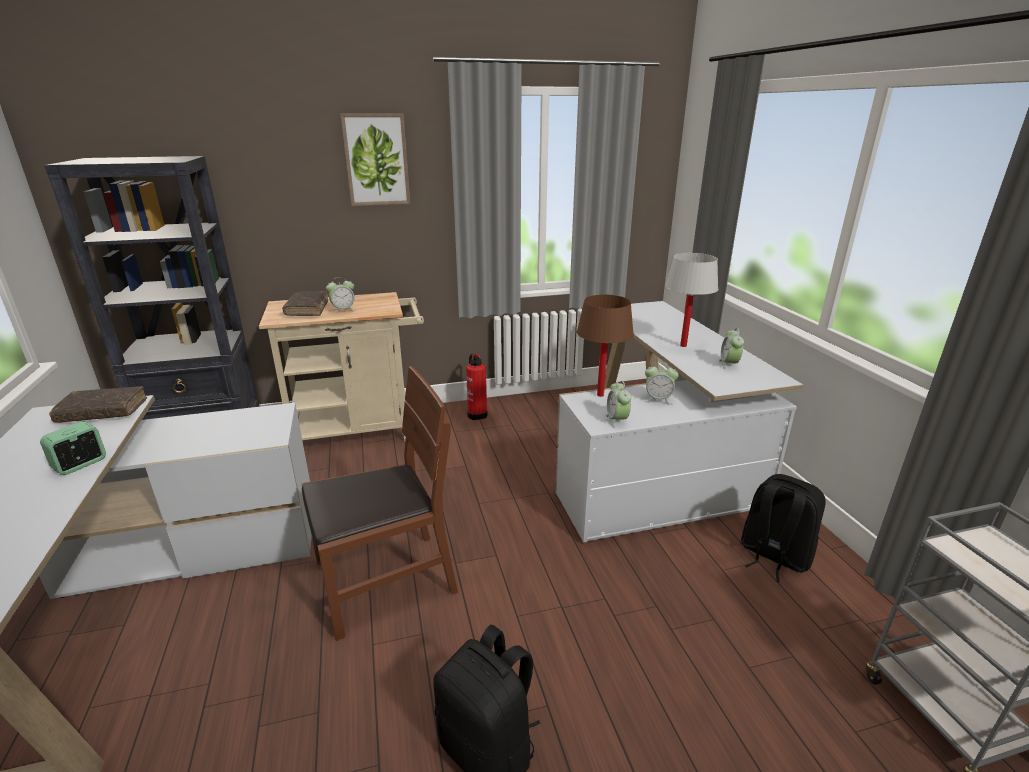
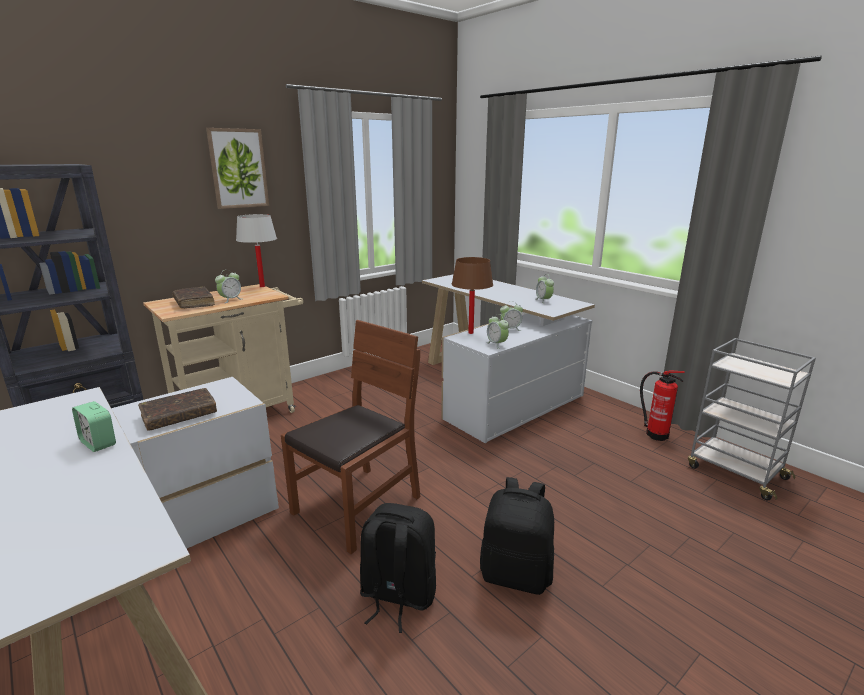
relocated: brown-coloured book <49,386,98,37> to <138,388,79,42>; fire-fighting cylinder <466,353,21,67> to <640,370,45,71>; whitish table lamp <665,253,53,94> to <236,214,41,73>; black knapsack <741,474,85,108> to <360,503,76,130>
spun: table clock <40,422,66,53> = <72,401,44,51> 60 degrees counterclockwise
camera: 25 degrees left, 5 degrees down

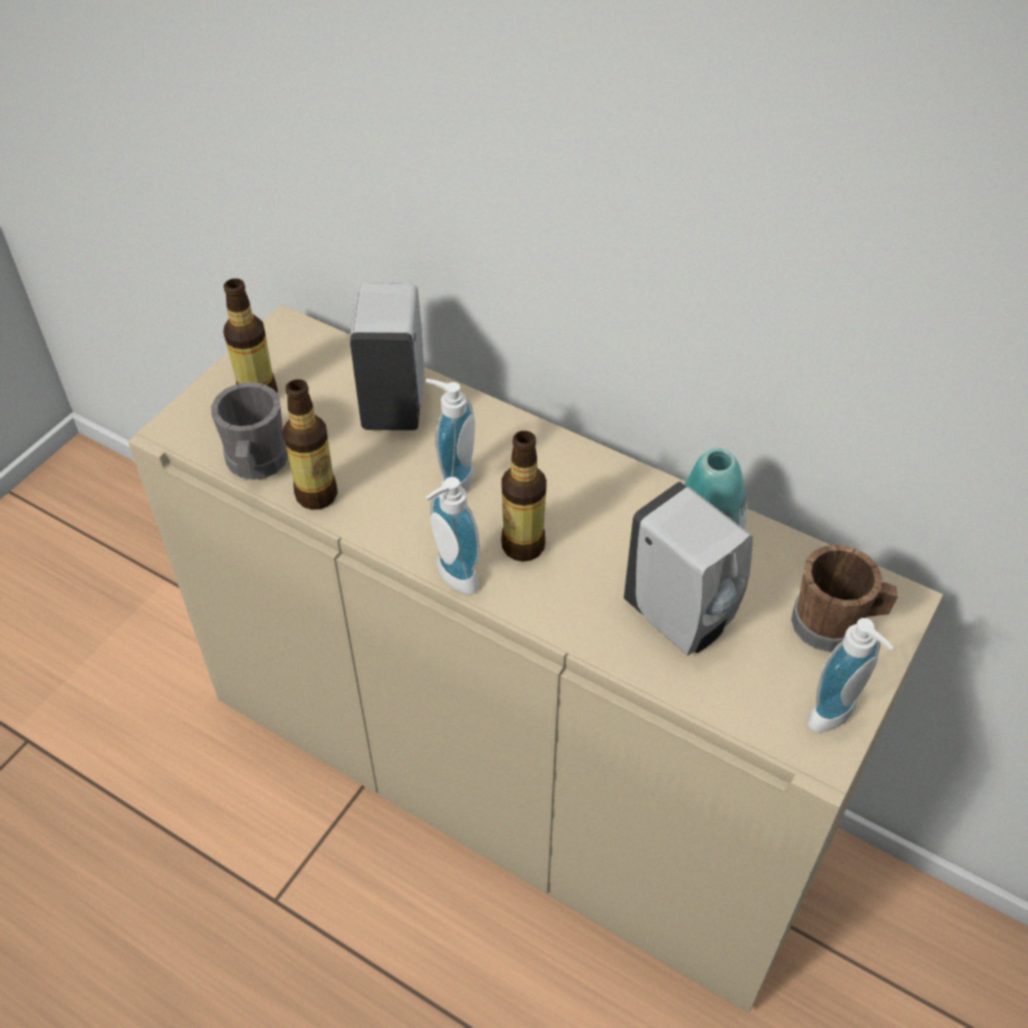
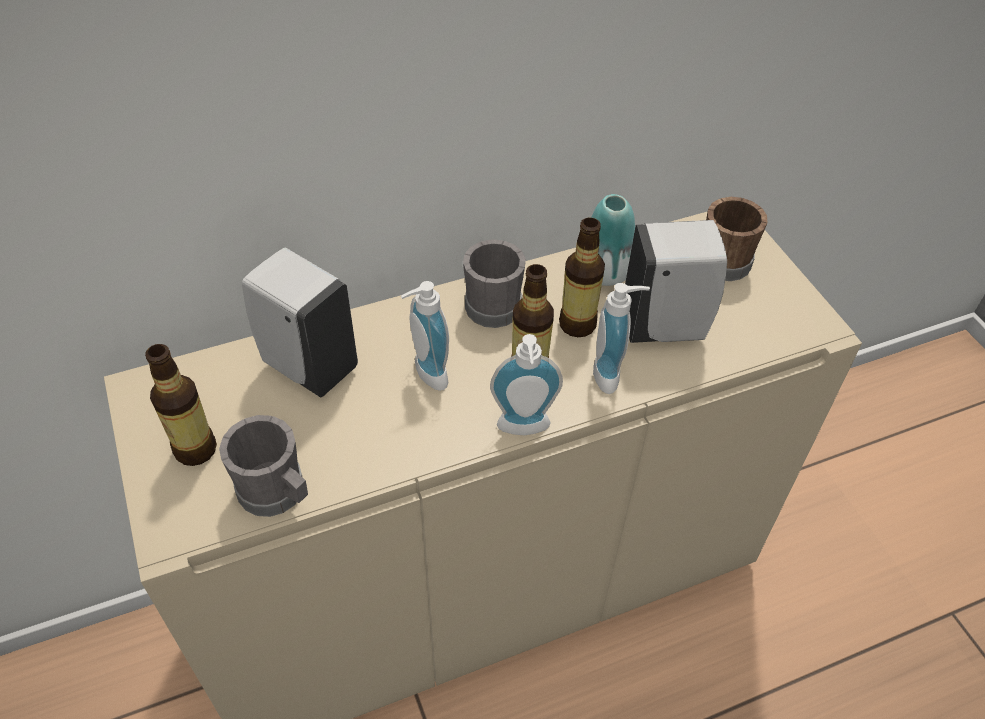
appeared: grey tea mug <463,239,63,89>
relocated: bottle <283,379,54,131> to <559,218,46,119>; soap dispenser <808,618,86,114> to <593,283,57,111>
camera: 55 degrees left, 0 degrees up

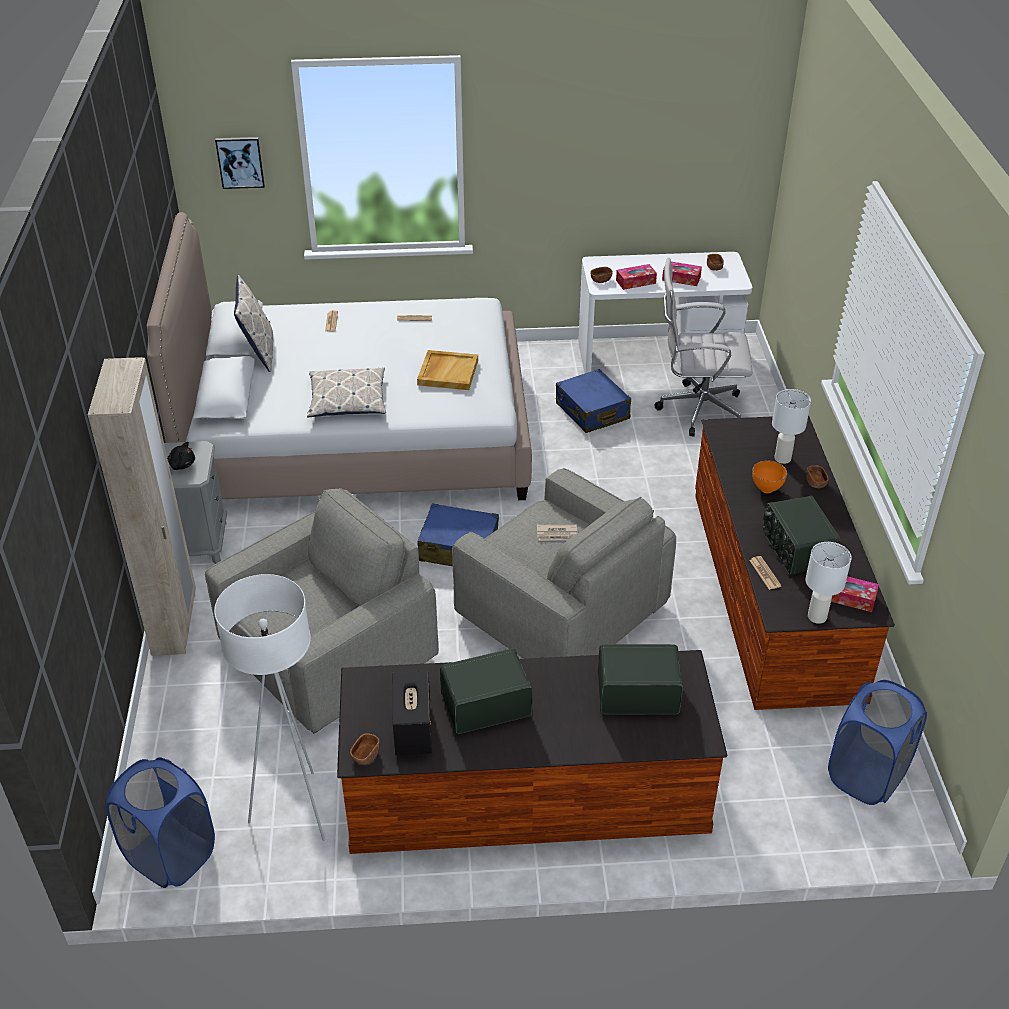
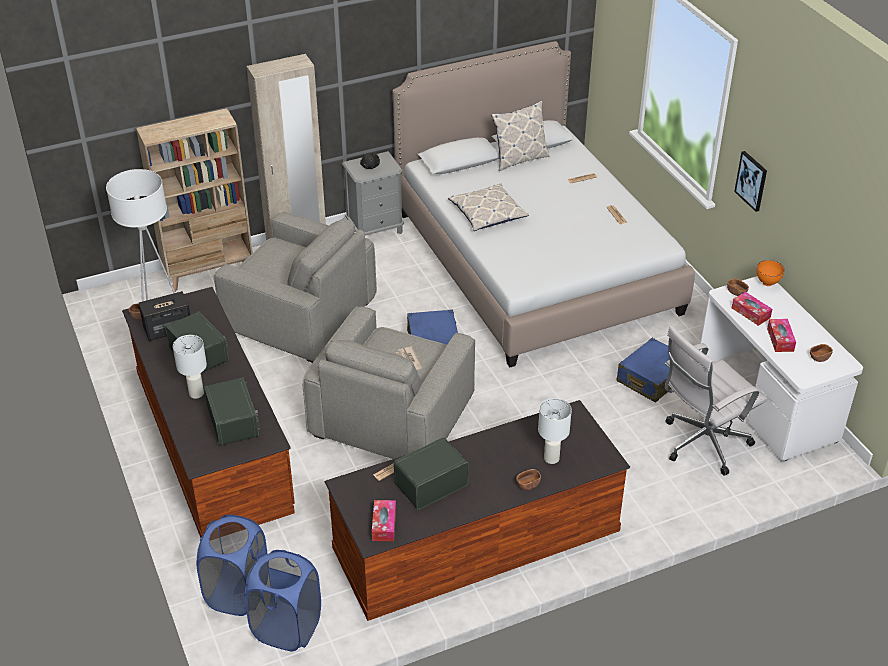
missing: sand-coloured serving tray <417,350,61,40>
appeared: sand-coloured shelving unit <136,108,117,184>
relocated: blue-coloured laundry basket <106,757,109,131> to <197,515,71,101>; wall art <215,137,50,52> to <734,151,33,61>; orange deep dish <752,460,35,33> to <757,260,28,26>; whitish table lamp <806,542,46,82> to <173,335,34,64>
spun: whitish office chair <654,258,99,178> = <665,325,103,150> 105 degrees counterclockwise
camera: 70 degrees right, 0 degrees up

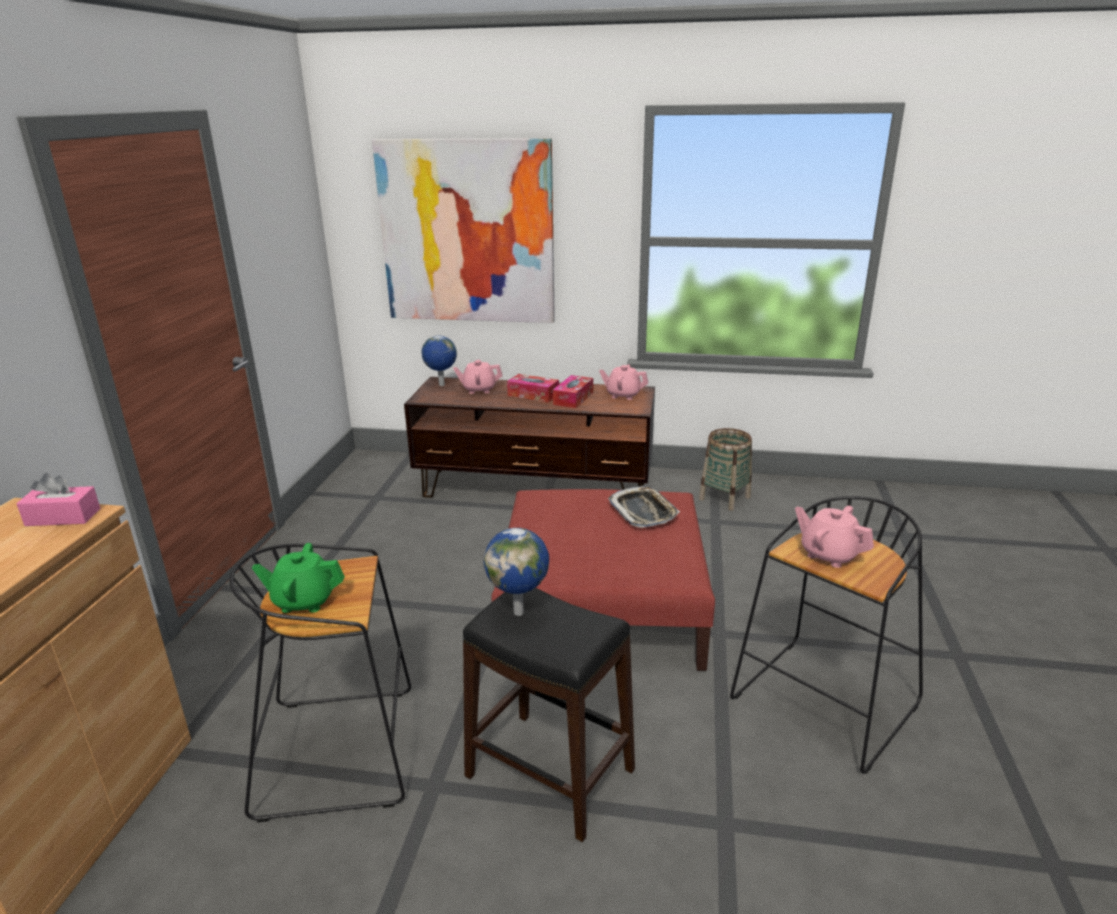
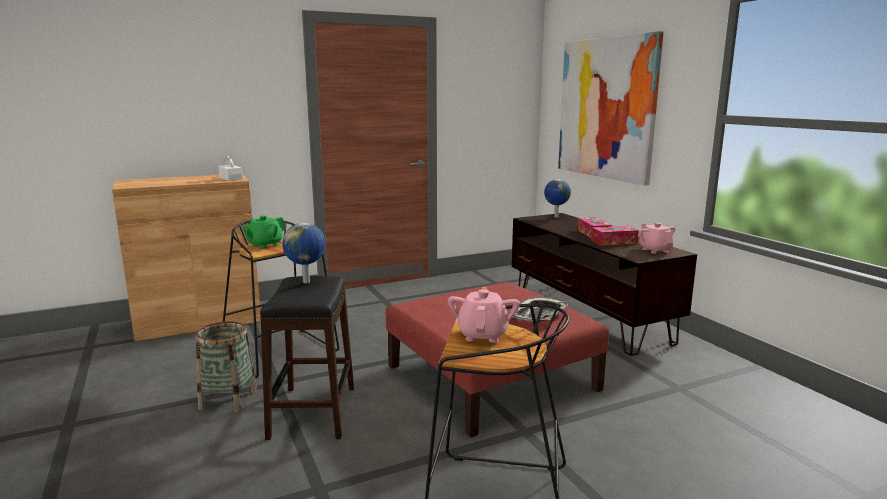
missing: pink teapot <453,360,49,34>
relocated: basket <699,428,53,83> to <196,321,61,91>
colour: pink tissue box <17,473,83,53> to whitish tissue box <218,155,25,26>
spun: green-coloured teapot <252,543,93,70> = <242,215,44,34> 105 degrees counterclockwise
camera: 55 degrees right, 10 degrees down

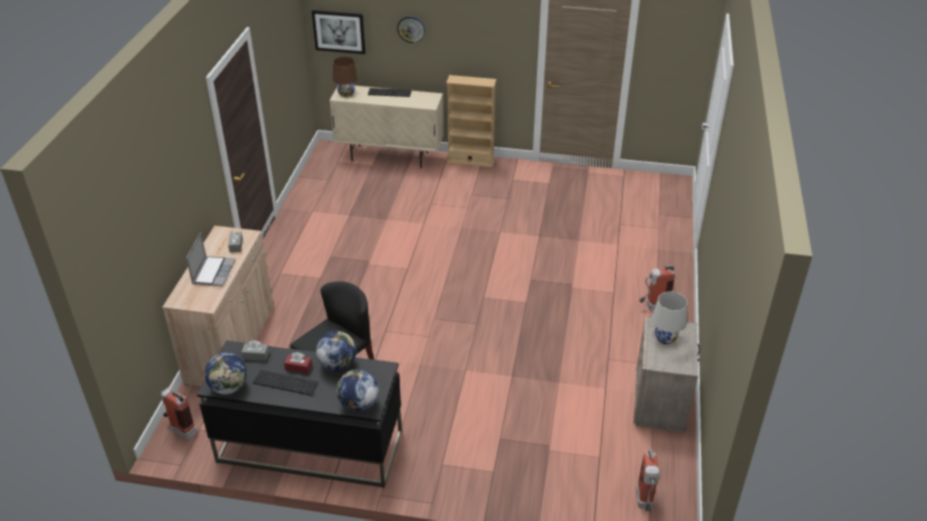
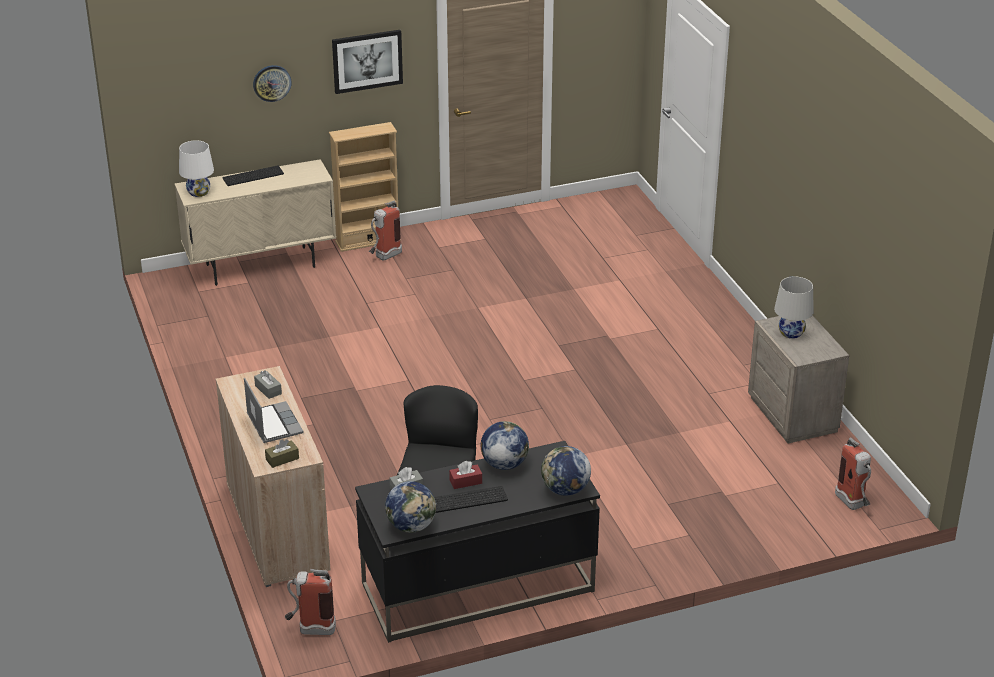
appeared: brown-coloured tissue box <265,439,34,29>
relocated: wall art <312,10,53,44> to <332,30,71,64>; fire-fighting cylinder <639,265,36,45> to <369,201,33,60>
colour: brown-coloured table lamp <333,57,25,40> to whitish table lamp <179,140,35,57>
camera: 30 degrees left, 5 degrees down

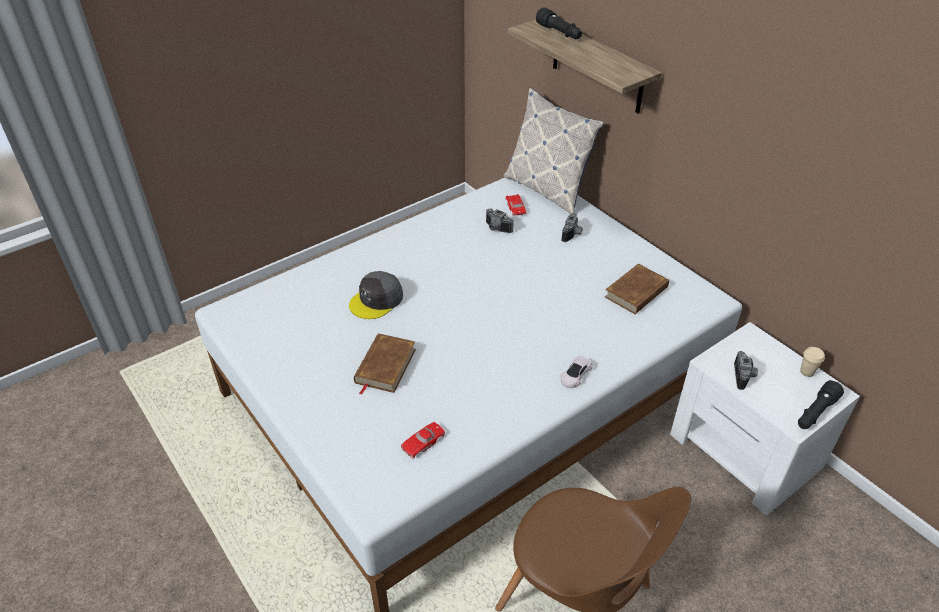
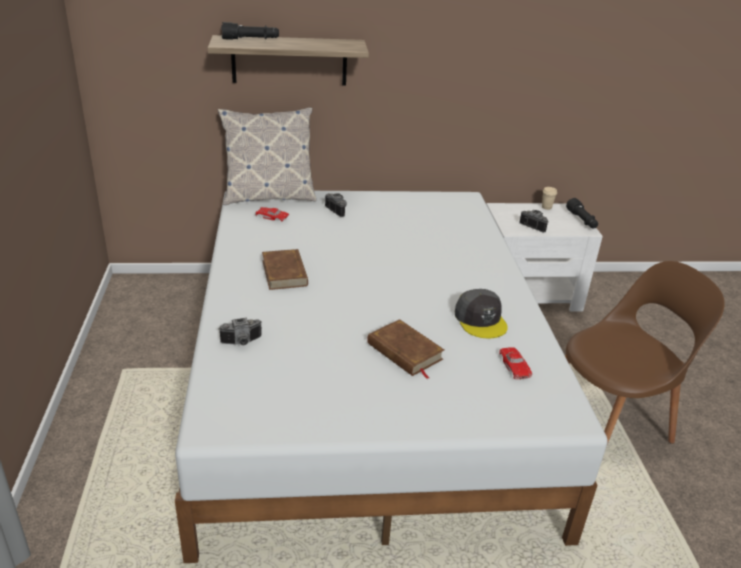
missing: whitish miniature car <560,356,33,32>
relocated: grey cap <349,271,54,48> to <455,289,53,49>; still camera <486,208,28,25> to <219,317,43,28>; brown-coloured book <605,264,64,50> to <262,249,46,41>
camera: 60 degrees left, 10 degrees down

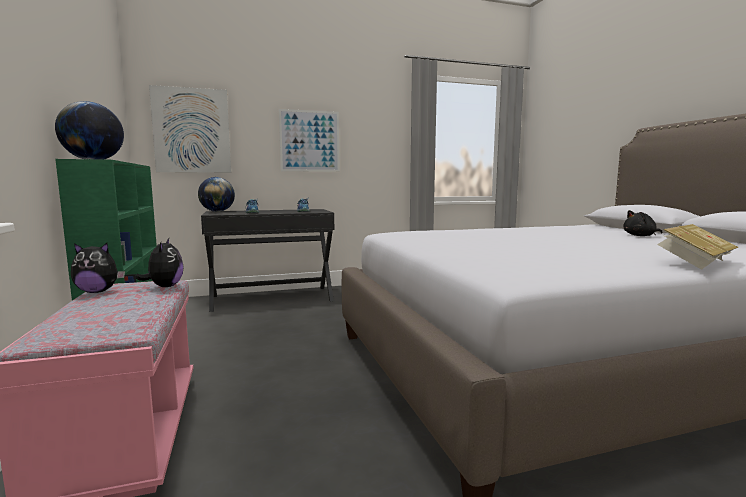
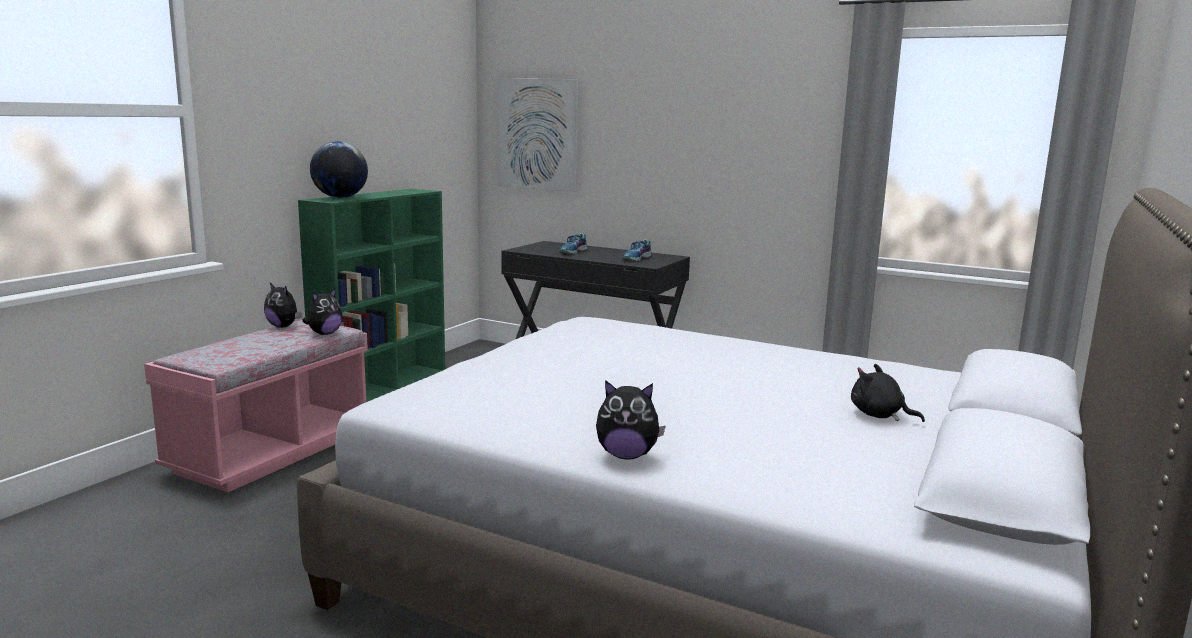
missing: desk globe <198,177,37,35>; wall art <279,109,61,63>
exchanged: book <657,224,81,46> to cuddly toy <596,380,70,79>
camera: 45 degrees right, 5 degrees up

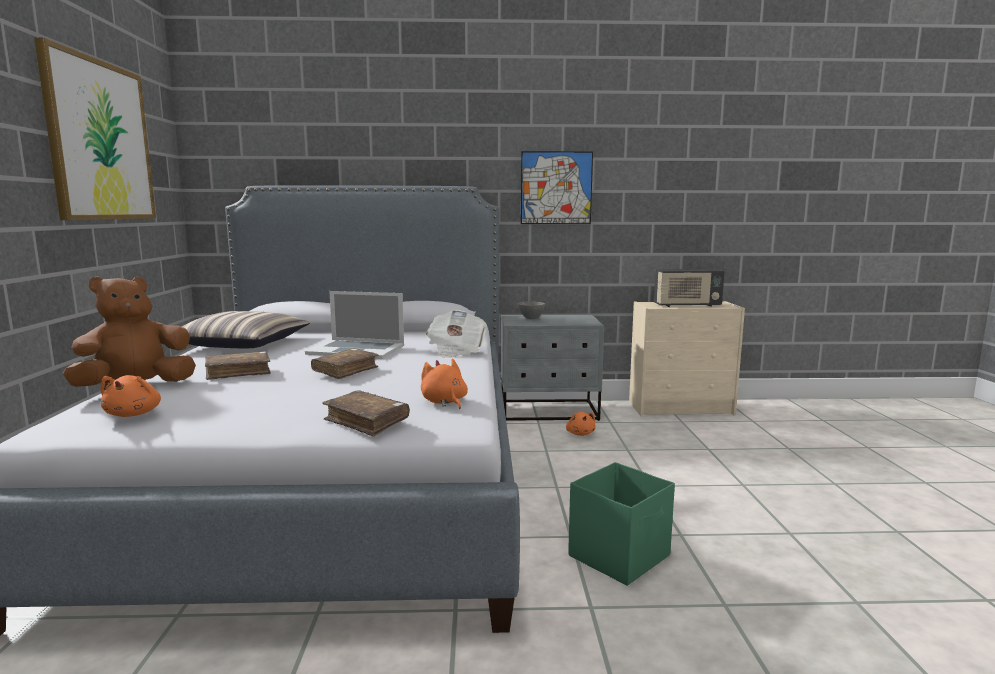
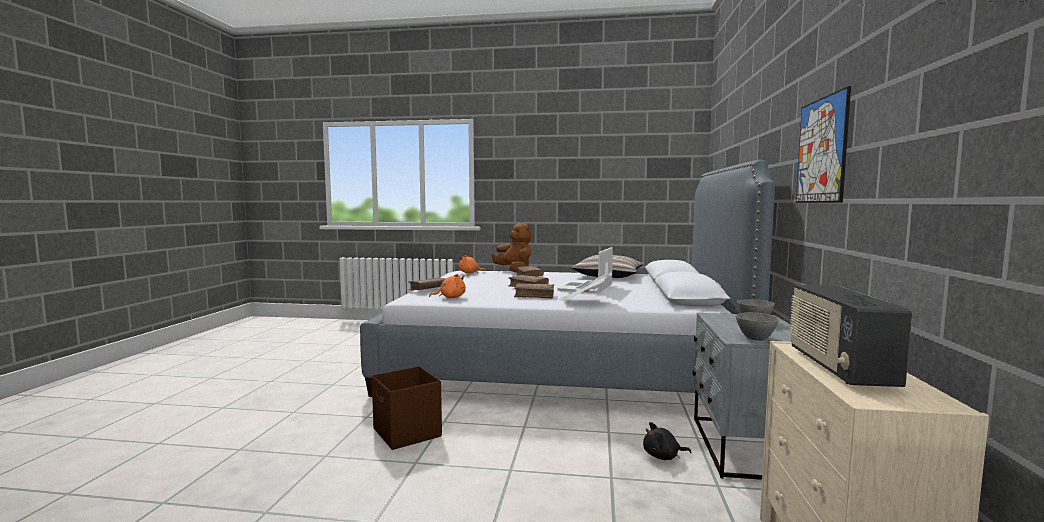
missing: wall art <34,37,122,183>
appeared: brown-coloured book <514,283,40,16>; grey deep dish <736,312,43,29>
colour: orange cuddly toy <566,412,30,24> to black cuddly toy <643,422,49,38>; green-coloured storage container <568,462,107,124> to brown-coloured storage container <372,366,70,84>
camera: 100 degrees right, 5 degrees down

